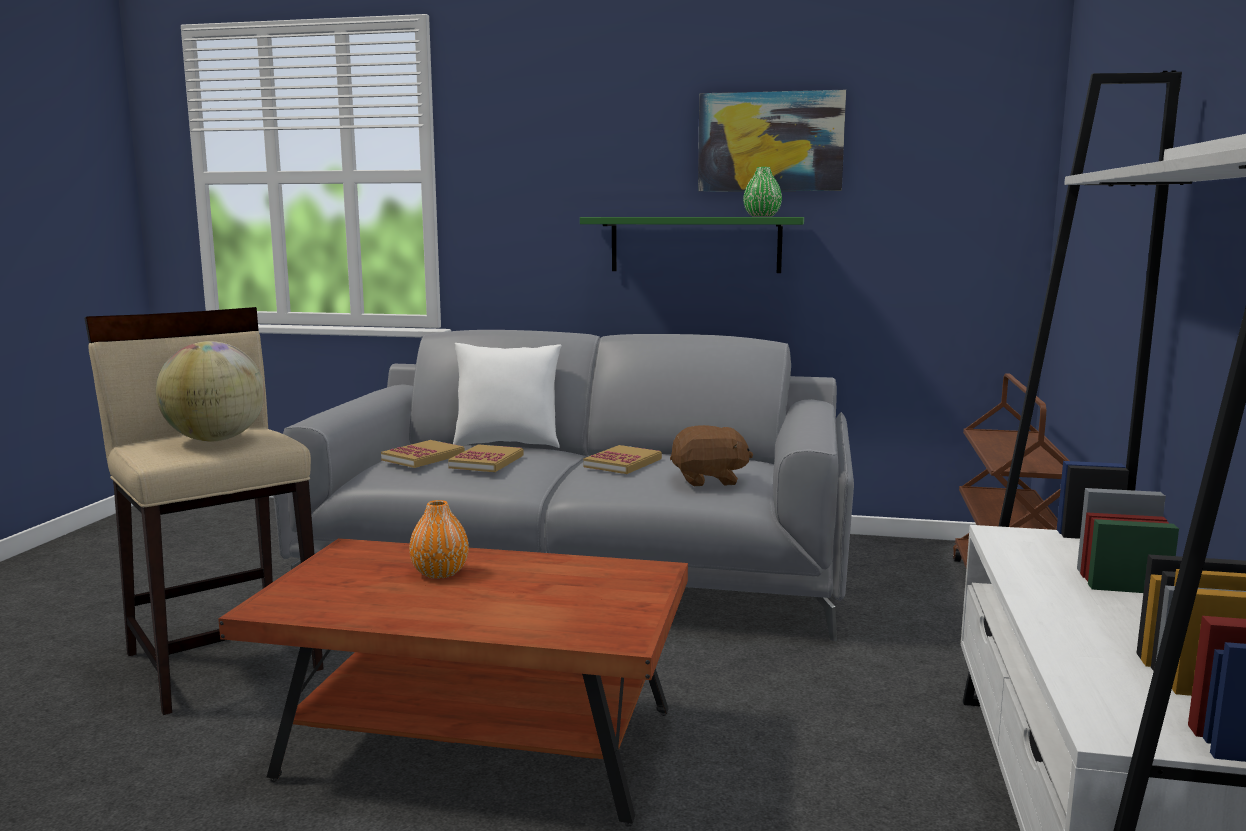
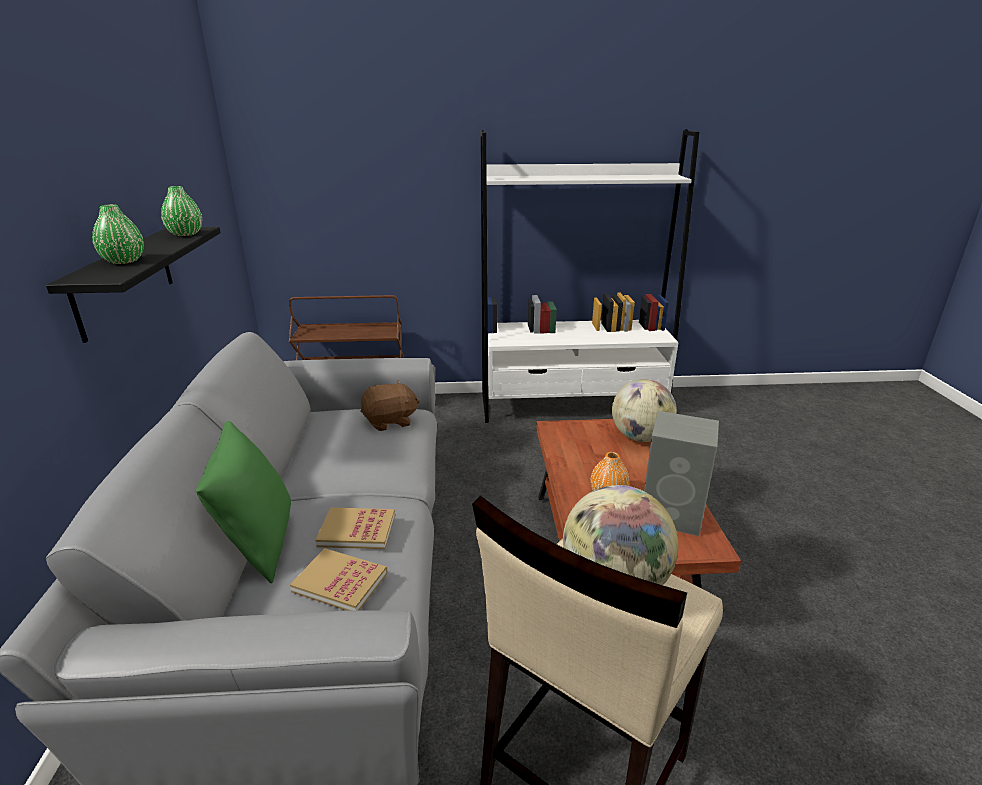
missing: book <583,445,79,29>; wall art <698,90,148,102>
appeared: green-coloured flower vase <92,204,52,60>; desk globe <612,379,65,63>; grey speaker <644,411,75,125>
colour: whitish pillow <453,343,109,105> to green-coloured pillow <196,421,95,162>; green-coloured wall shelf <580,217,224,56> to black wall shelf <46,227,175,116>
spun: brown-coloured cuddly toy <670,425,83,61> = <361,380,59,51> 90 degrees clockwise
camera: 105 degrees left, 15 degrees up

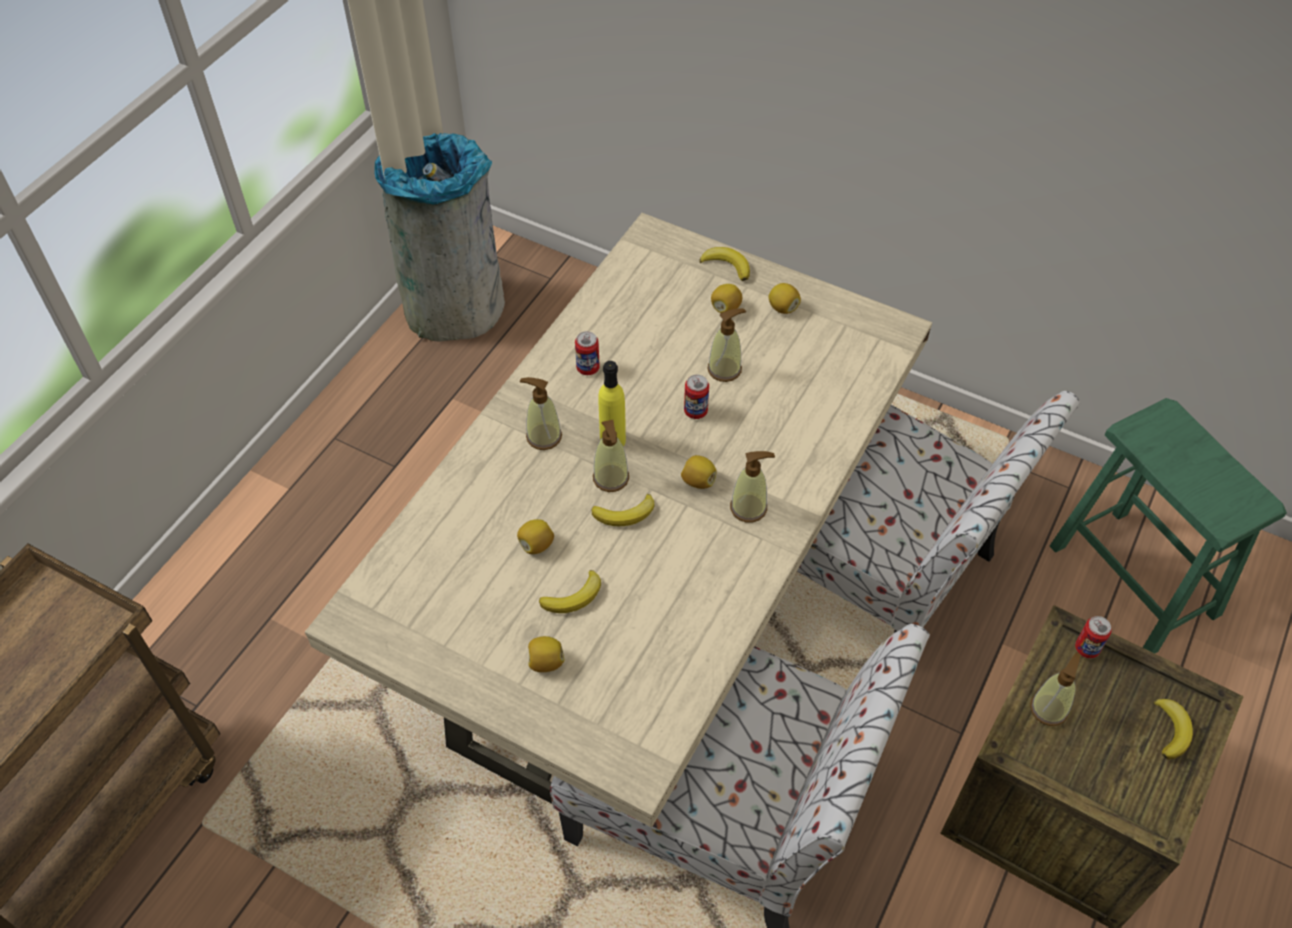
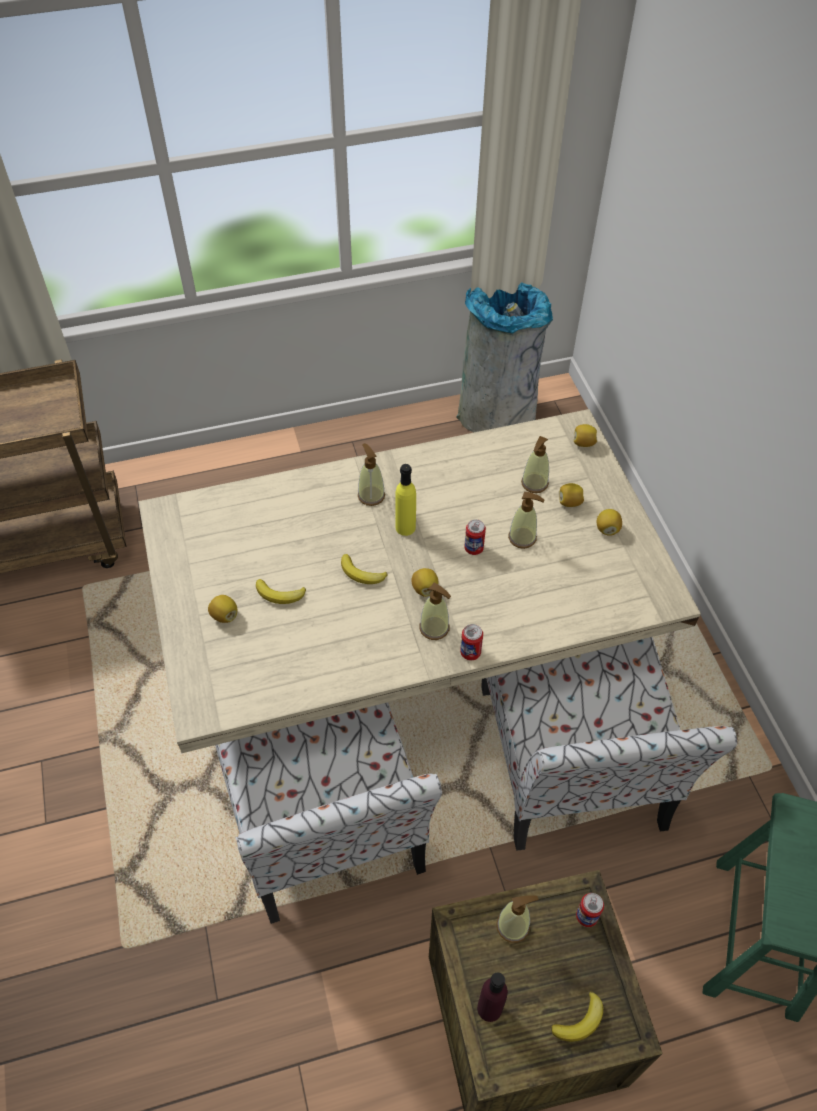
missing: banana fruit <699,247,51,34>
appeared: purple bottle <477,972,31,50>
relocated: whole lemon <517,519,37,35> to <574,424,23,23>; metal can <575,331,25,44> to <460,624,23,36>; soap dispenser <593,420,36,72> to <521,436,28,57>
camera: 45 degrees right, 0 degrees up

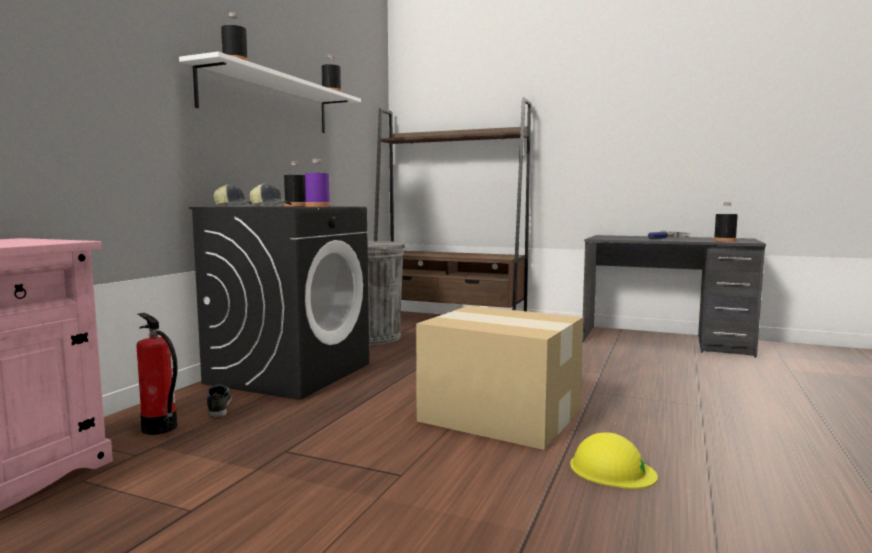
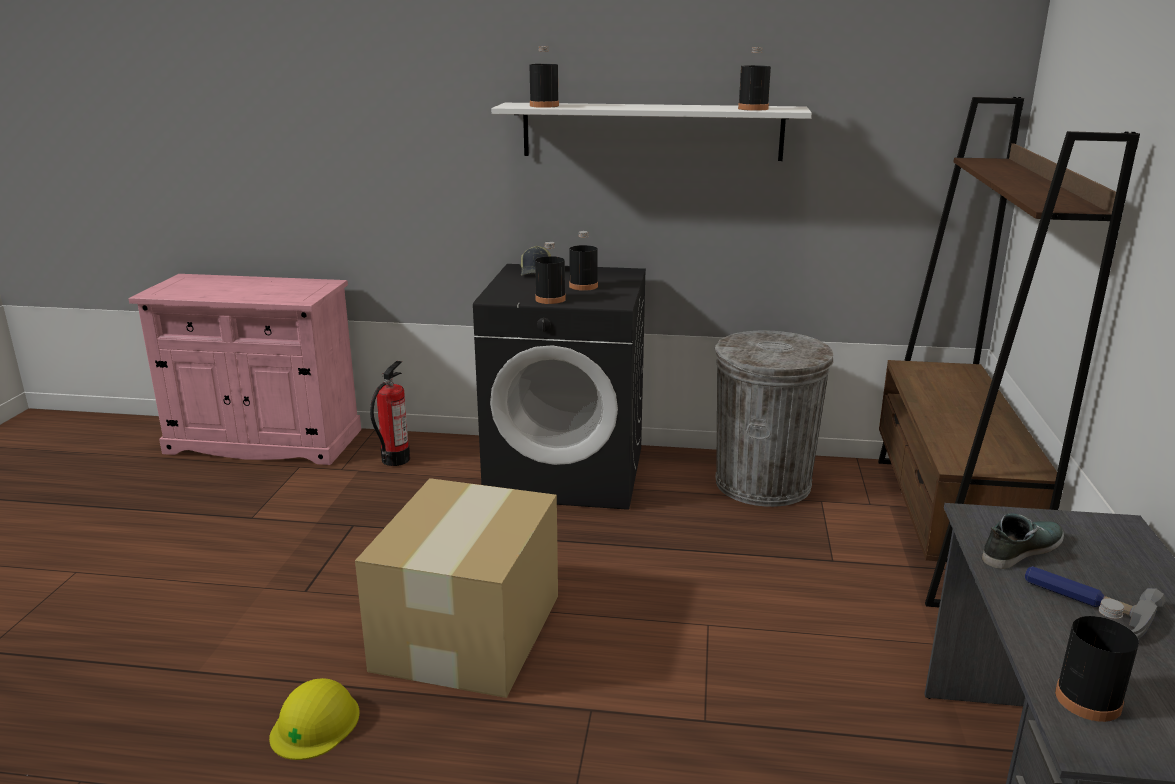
missing: cap <250,183,42,24>
relocated: low shoe <207,385,24,33> to <982,513,82,56>
colour: purple bottle <305,159,25,48> to black bottle <535,242,31,62>
camera: 75 degrees right, 15 degrees up

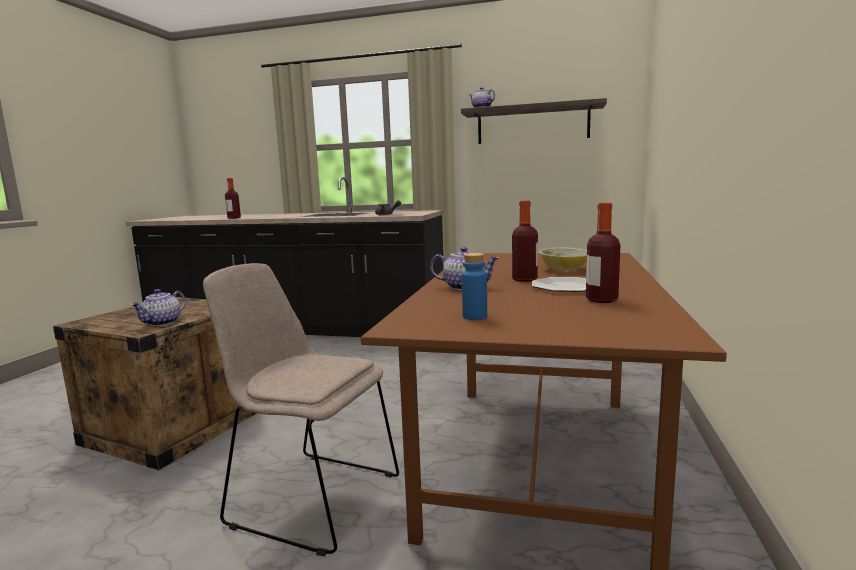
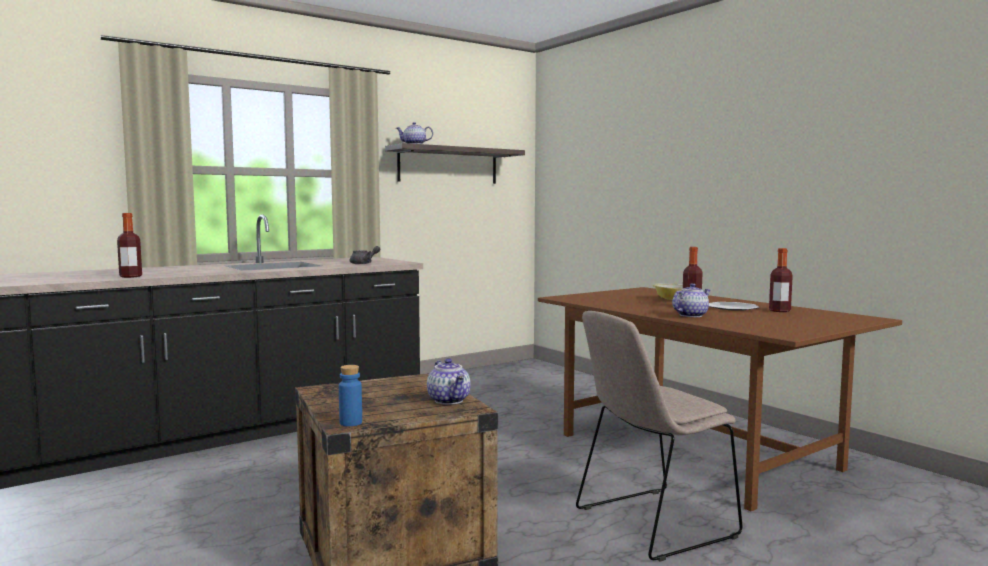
relocated: blue-coloured bottle <462,253,25,67> to <339,365,23,61>
camera: 50 degrees left, 5 degrees down

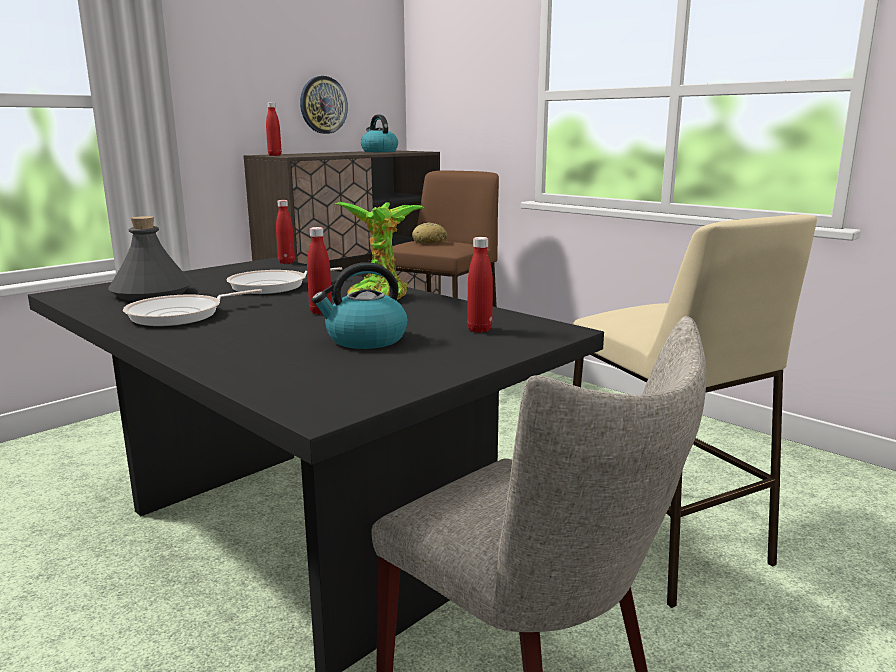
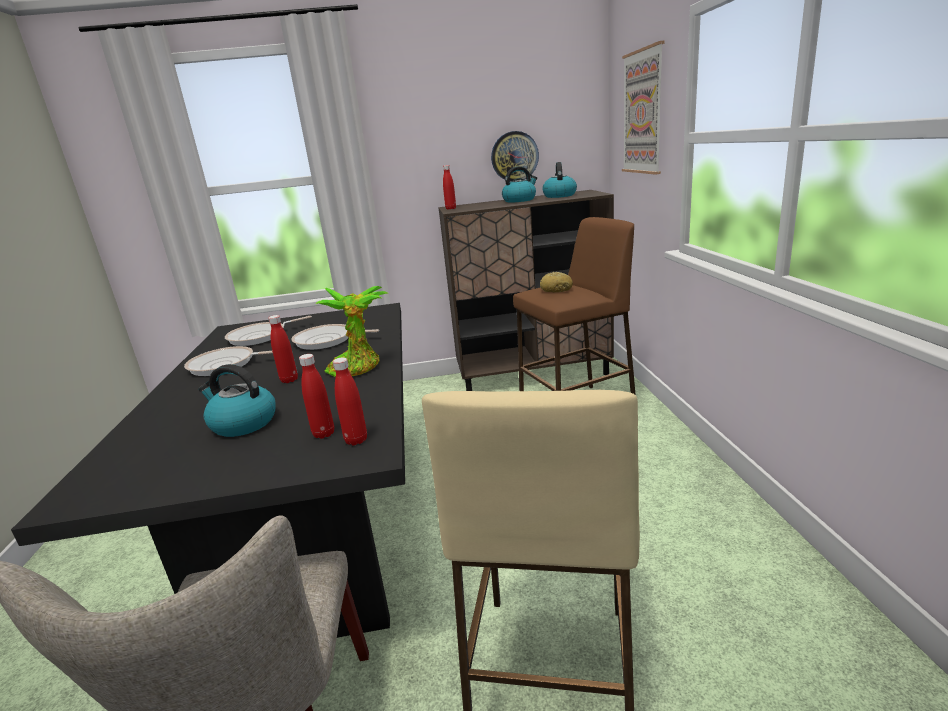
appeared: water kettle <502,166,35,37>; wall art <622,40,43,135>
relocated: red bottle <276,200,19,64> to <333,357,34,88>
exchanged: grey bottle <108,216,84,85> to skillet <225,316,87,30>
camera: 40 degrees right, 5 degrees up

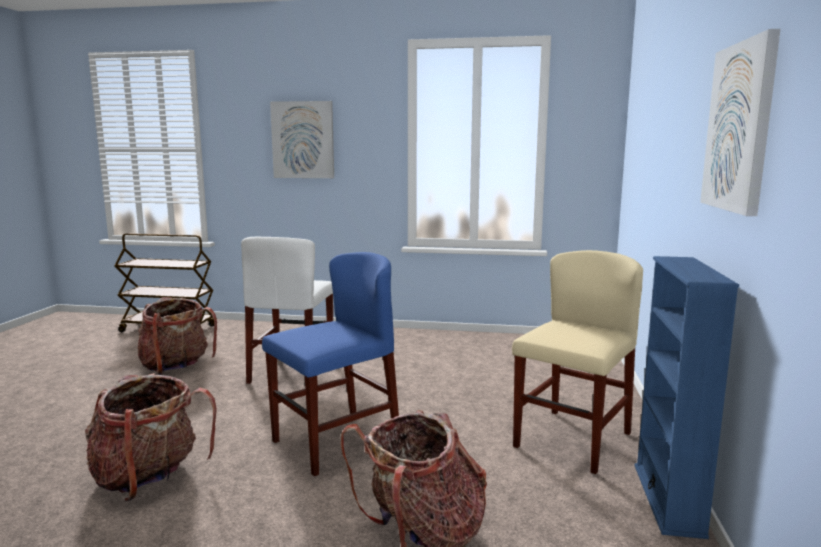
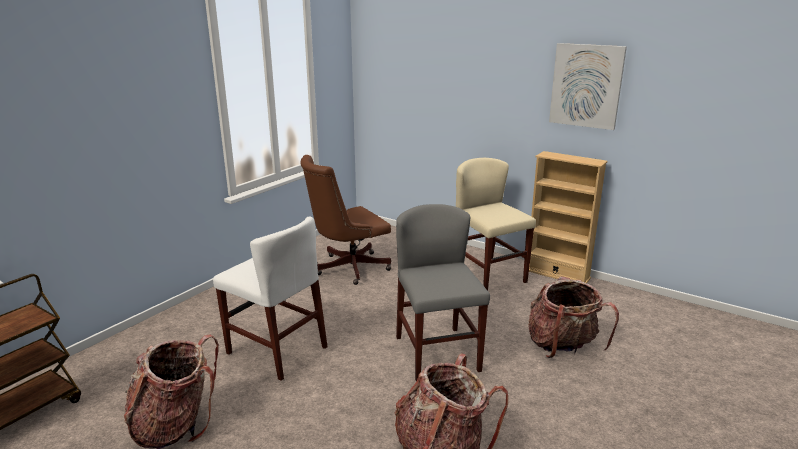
missing: wall art <270,101,64,77>
appeared: brown-coloured office chair <300,155,91,130>
colour: blue-coloured plain chair <262,252,137,224> to grey plain chair <396,204,94,177>; blue-coloured shelving unit <635,256,104,283> to sand-coloured shelving unit <529,151,79,132>
camera: 65 degrees left, 10 degrees up

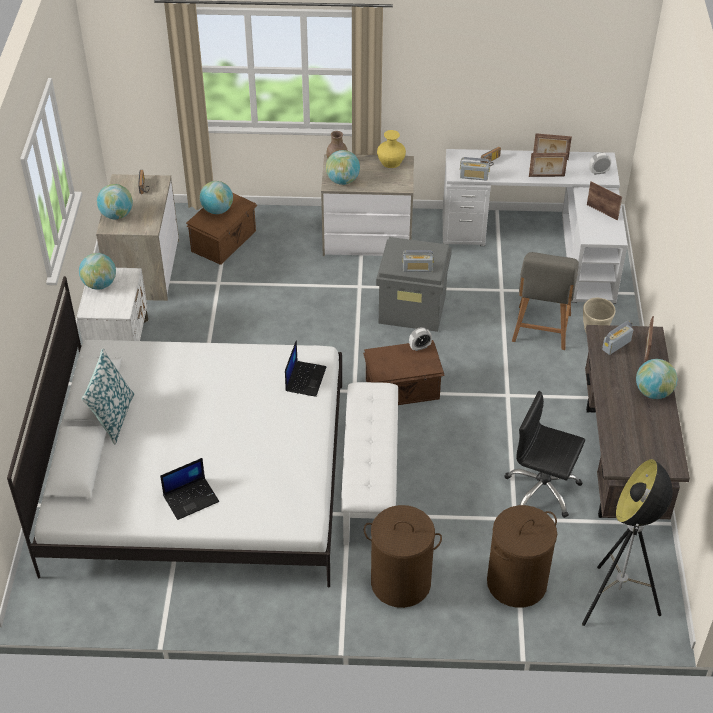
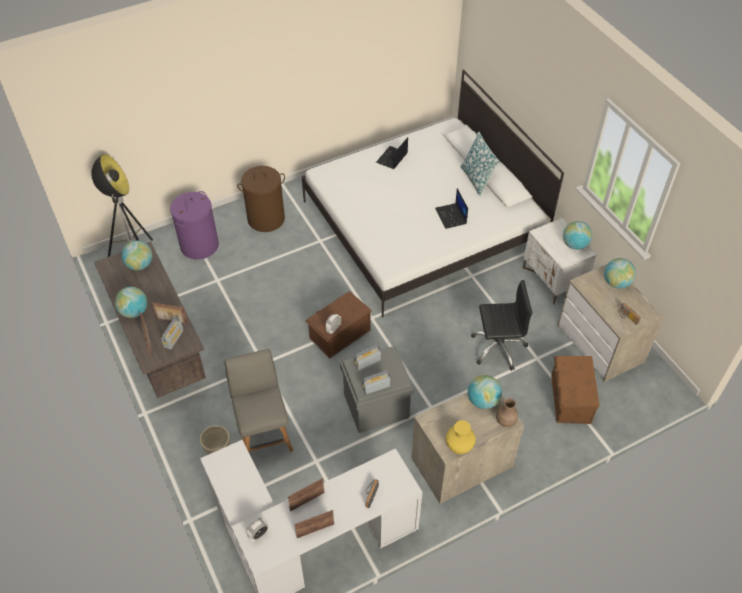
missing: whitish long seat <341,382,57,163>
relocated: desk globe <200,181,33,33> to <121,240,31,30>; notebook computer <285,340,41,57> to <435,188,33,41>; radio <460,157,30,24> to <362,371,28,23>; black office chair <505,391,80,127> to <471,280,62,91>; standing frame <587,182,35,38> to <151,302,37,22>
colour: brown-coloured laundry basket <487,505,70,103> to purple laundry basket <170,191,49,68>
camera: 150 degrees right, 5 degrees up

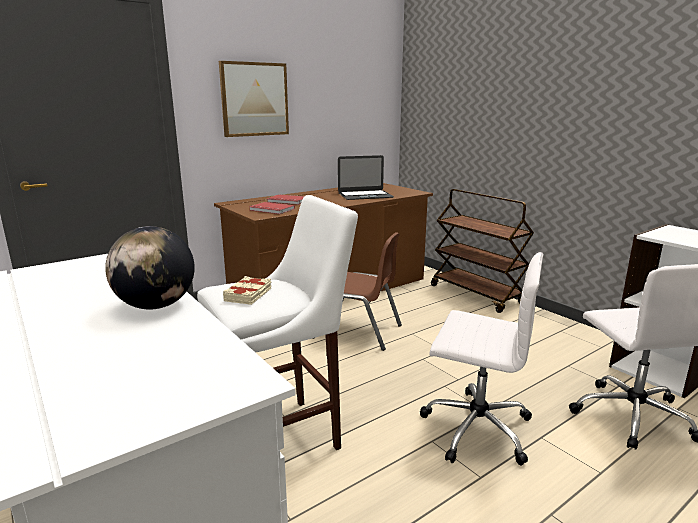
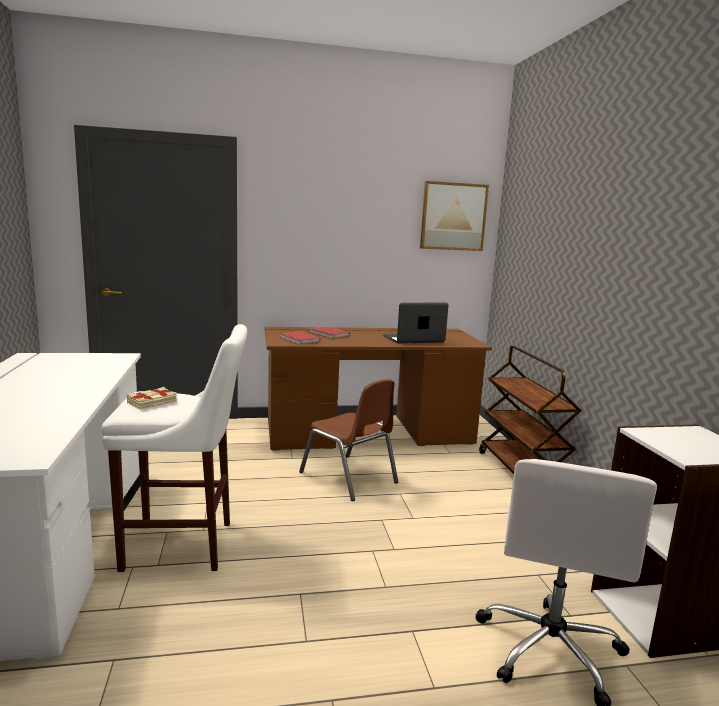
missing: desk globe <105,226,90,83>; whitish office chair <420,252,124,214>
relocated: wall art <219,61,70,76> to <420,181,69,70>
spun: notebook computer <338,155,56,45> = <383,303,65,41> 150 degrees clockwise
camera: 25 degrees right, 5 degrees down

